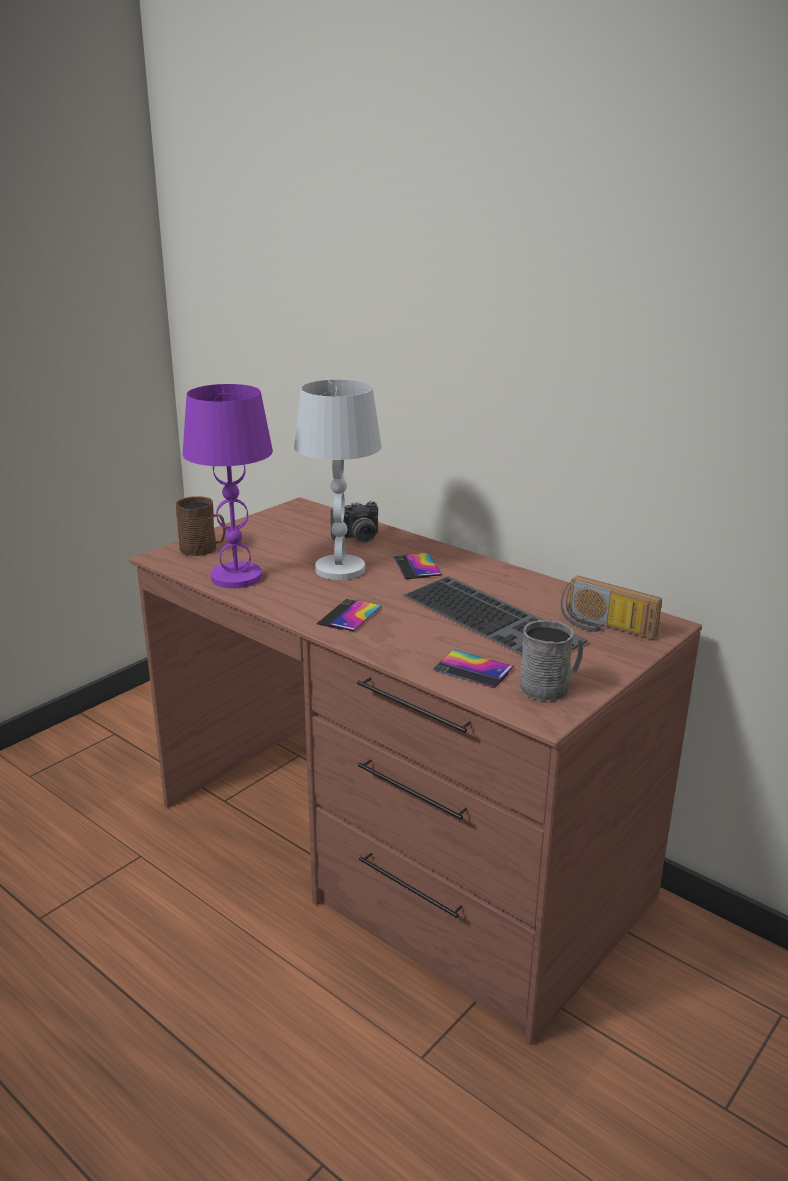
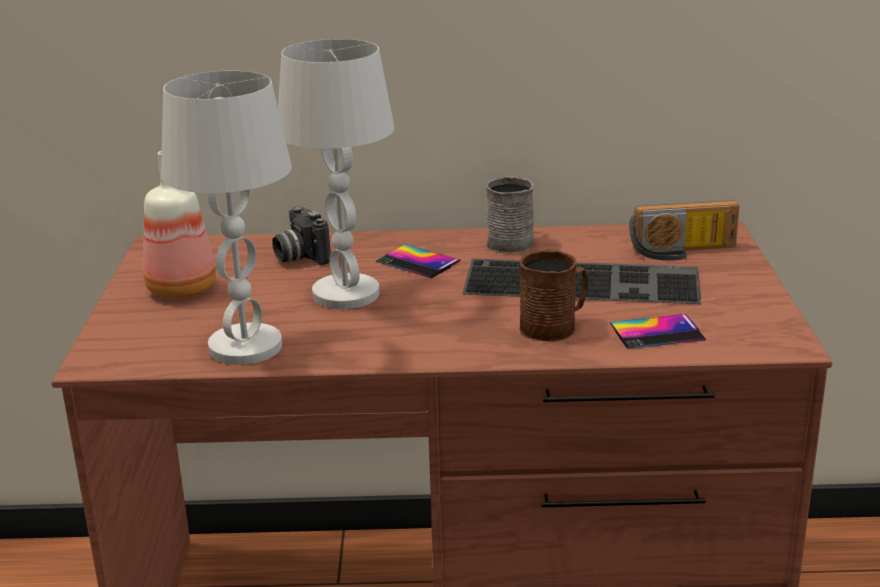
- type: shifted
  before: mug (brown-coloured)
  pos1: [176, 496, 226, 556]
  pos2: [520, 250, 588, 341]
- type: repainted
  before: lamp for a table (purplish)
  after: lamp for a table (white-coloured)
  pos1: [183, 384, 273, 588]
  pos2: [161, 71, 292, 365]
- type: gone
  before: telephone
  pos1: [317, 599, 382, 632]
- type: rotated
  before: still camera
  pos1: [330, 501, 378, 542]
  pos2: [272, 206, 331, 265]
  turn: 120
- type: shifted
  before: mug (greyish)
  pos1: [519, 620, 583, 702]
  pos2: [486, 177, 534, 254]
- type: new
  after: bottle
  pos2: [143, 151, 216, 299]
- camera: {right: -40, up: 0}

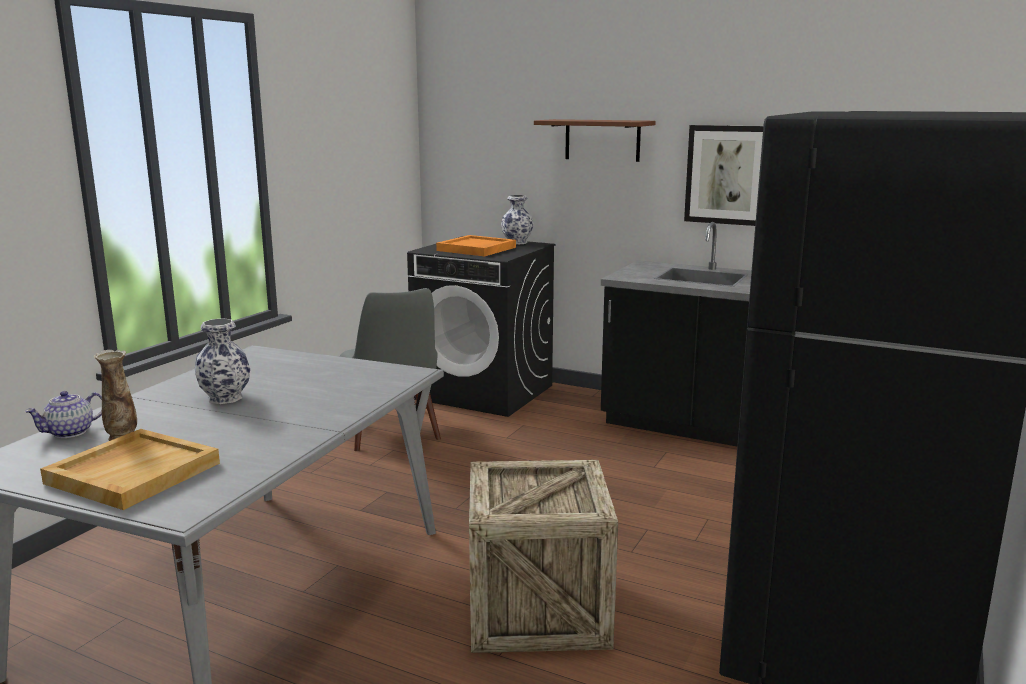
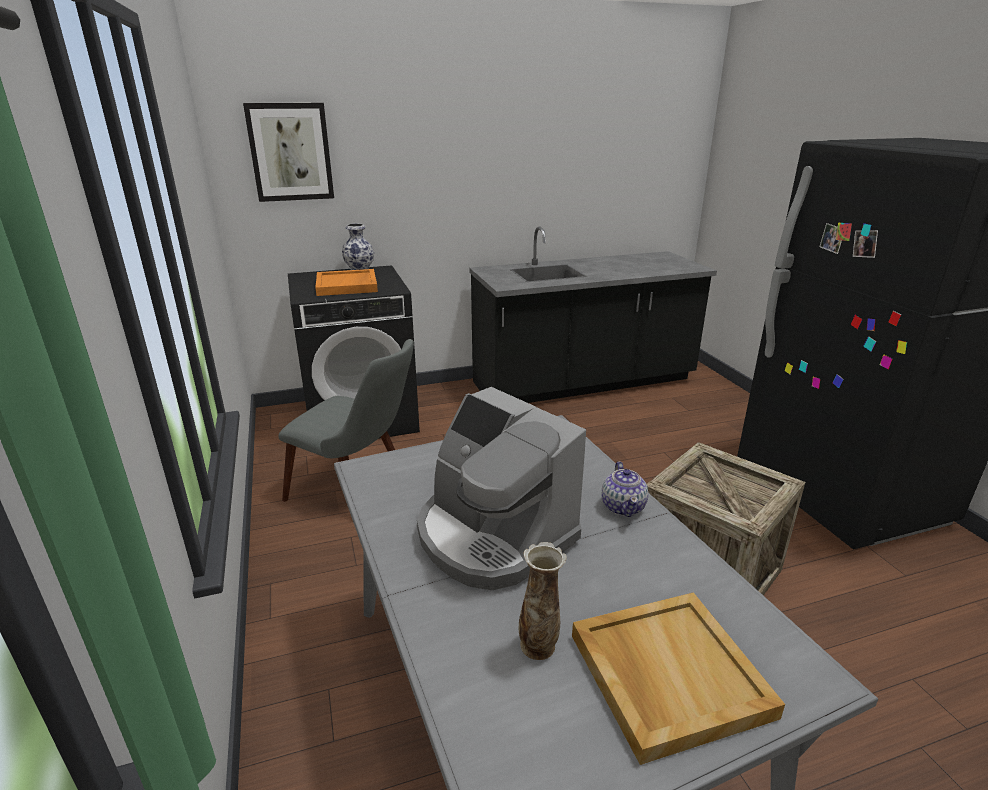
- type: shifted
  before: teapot
  pos1: [24, 391, 102, 438]
  pos2: [602, 461, 648, 517]
- type: swapped
  before: flower vase
  after: coffee maker
  pos1: [195, 318, 250, 404]
  pos2: [417, 387, 586, 590]
- type: gone
  before: shelf (brown-coloured)
  pos1: [534, 119, 656, 162]
- type: shifted
  before: picture
  pos1: [684, 125, 763, 226]
  pos2: [243, 103, 334, 202]
- camera: {right: -45, up: 10}

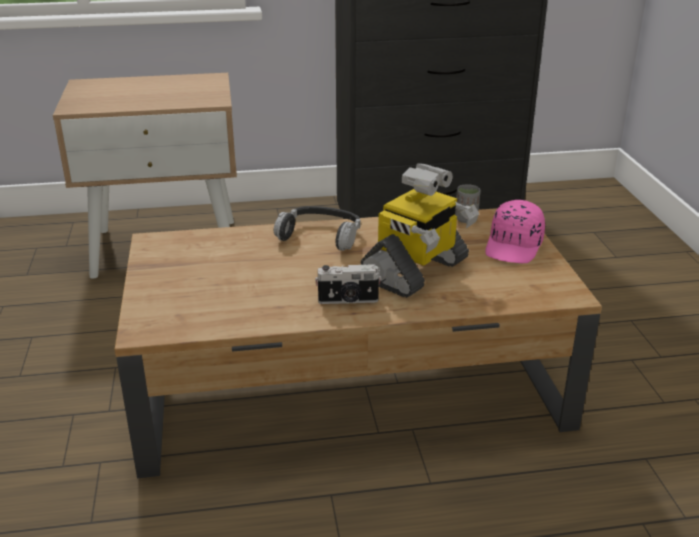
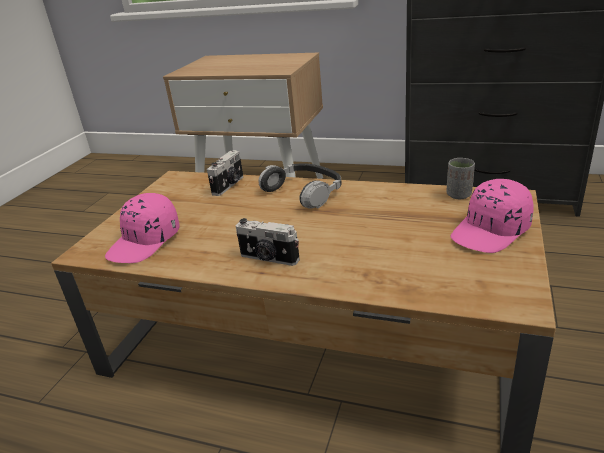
- type: gone
  before: toy robot
  pos1: [360, 163, 479, 298]
- type: new
  after: baseball cap (pink-coloured)
  pos2: [105, 193, 180, 263]
- type: new
  after: still camera
  pos2: [207, 150, 243, 196]
- camera: {right: 30, up: 0}

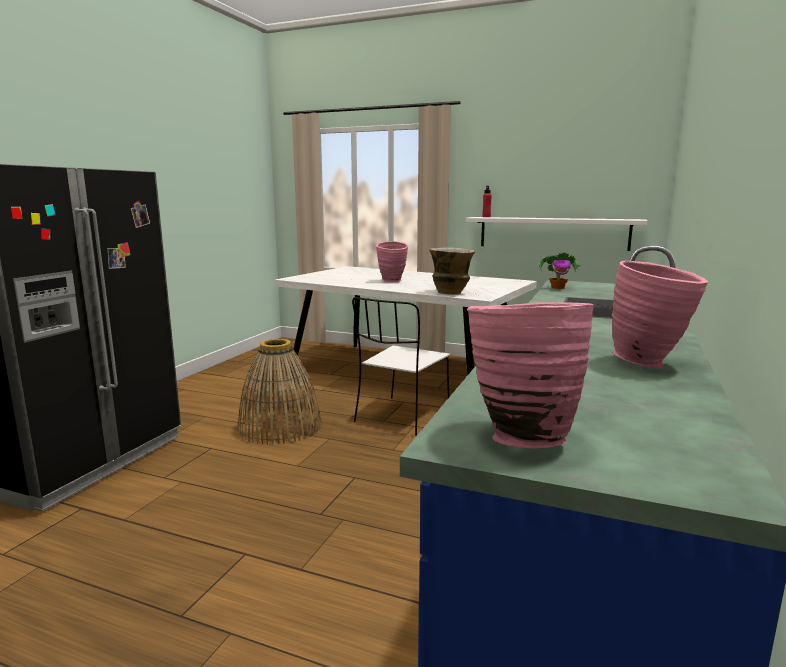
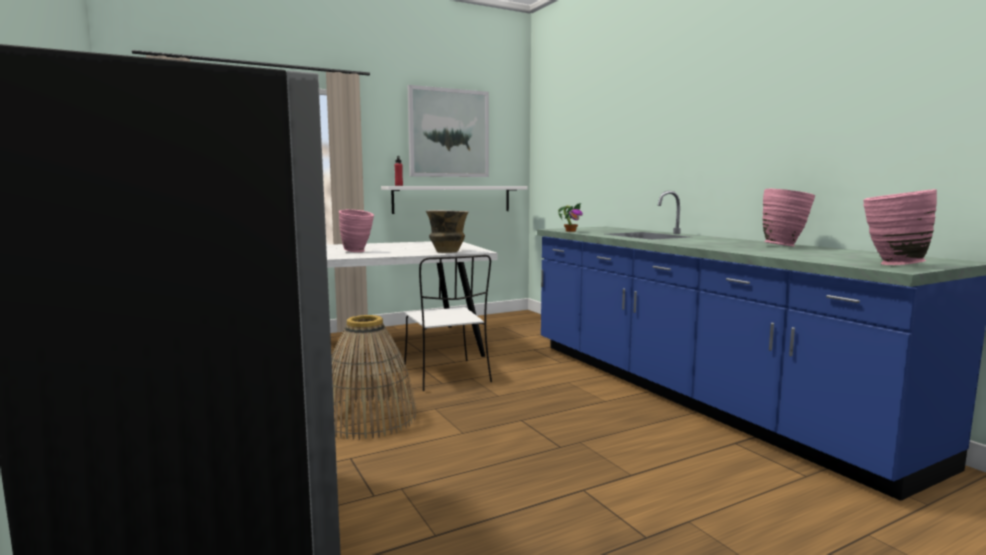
- type: new
  after: picture
  pos2: [408, 85, 489, 177]
- camera: {right: -50, up: -5}

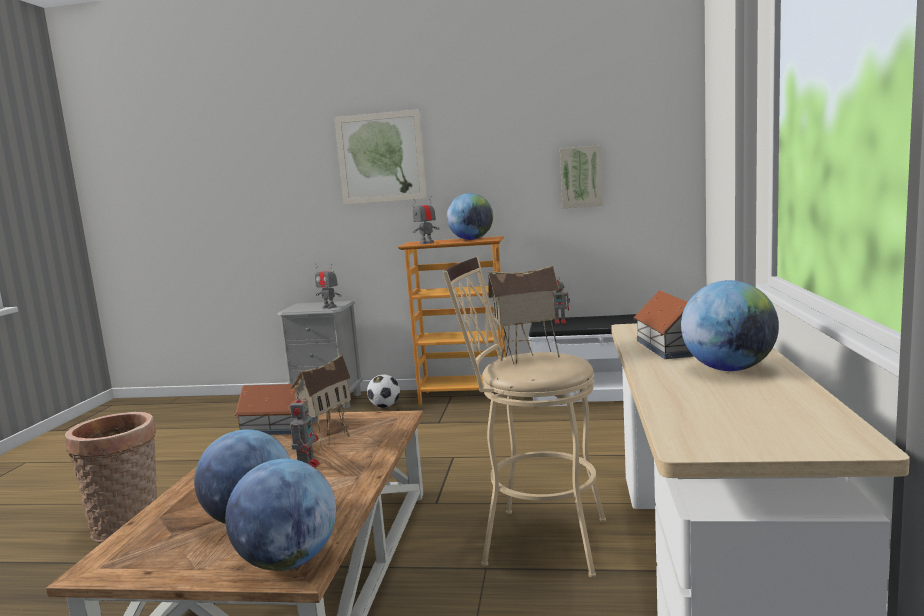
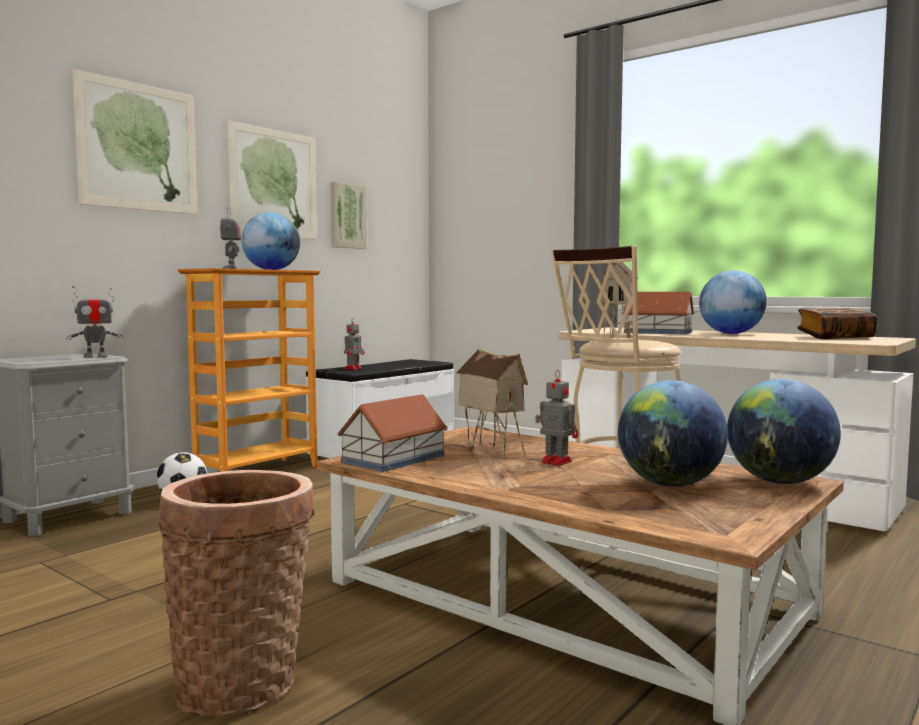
- type: new
  after: picture
  pos2: [227, 120, 317, 239]
- type: new
  after: bound book
  pos2: [797, 308, 877, 339]
- camera: {right: -60, up: -5}

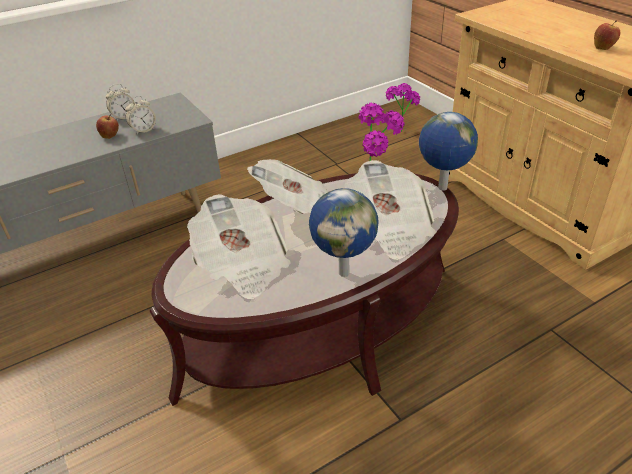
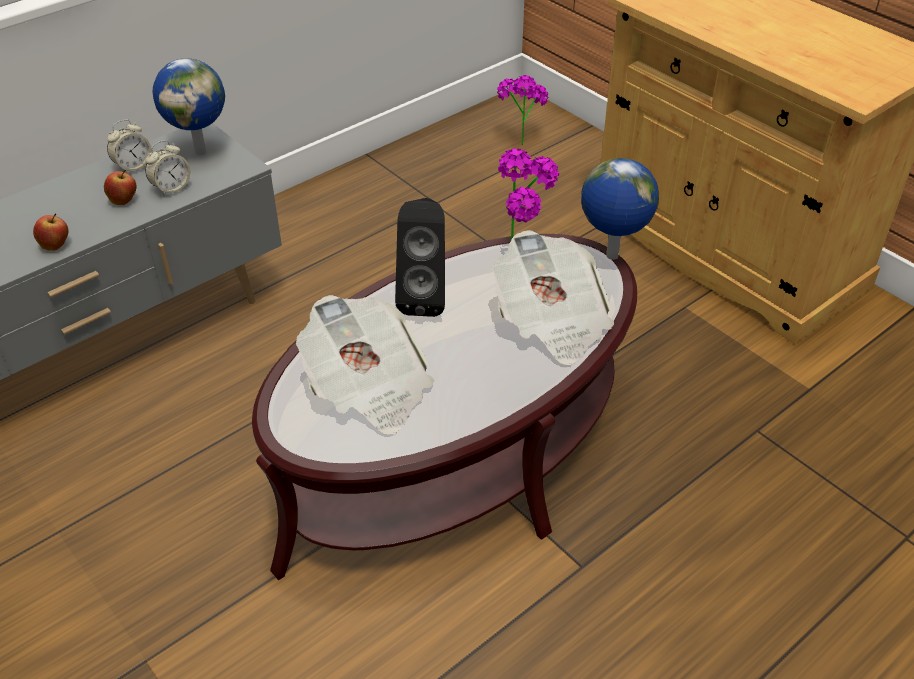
- type: swapped
  before: daily paper
  after: audio speaker (black)
  pos1: [247, 159, 328, 214]
  pos2: [395, 198, 445, 317]
- type: shifted
  before: globe
  pos1: [309, 188, 378, 277]
  pos2: [153, 58, 225, 156]
- type: shifted
  before: apple
  pos1: [594, 20, 620, 50]
  pos2: [33, 214, 68, 251]
- camera: {right: -10, up: 5}

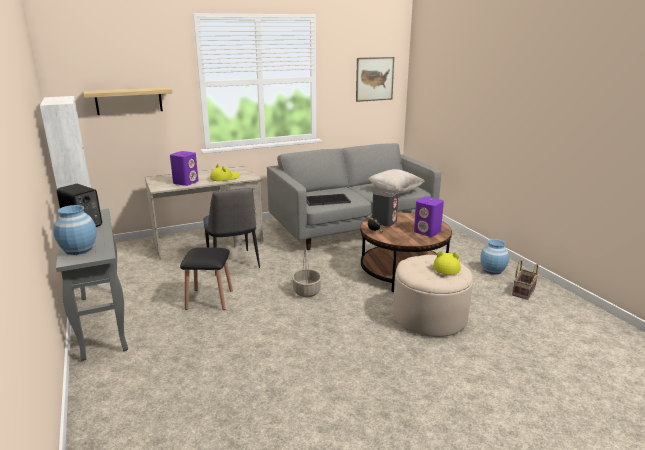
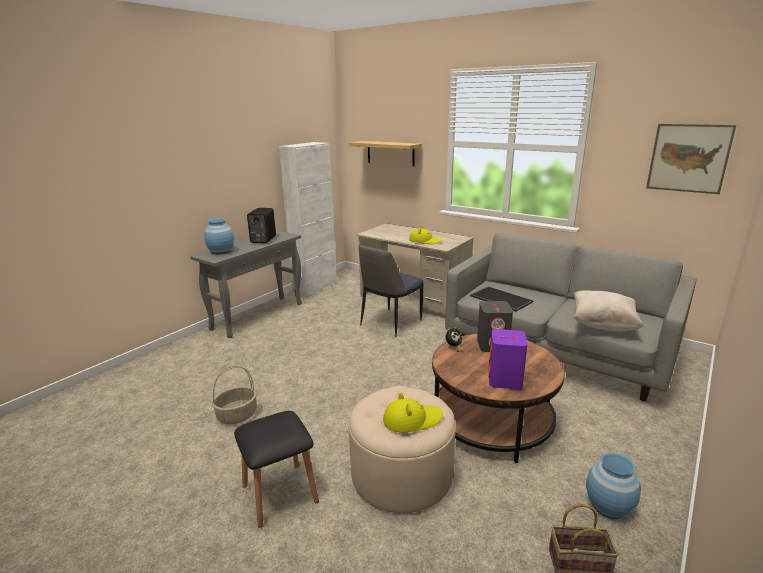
- type: gone
  before: audio speaker (purplish)
  pos1: [170, 151, 198, 186]
- type: shifted
  before: stool seat (black)
  pos1: [180, 247, 233, 310]
  pos2: [234, 411, 319, 528]
- type: shifted
  before: basket
  pos1: [292, 250, 322, 297]
  pos2: [212, 366, 257, 424]
- camera: {right: 60, up: 0}

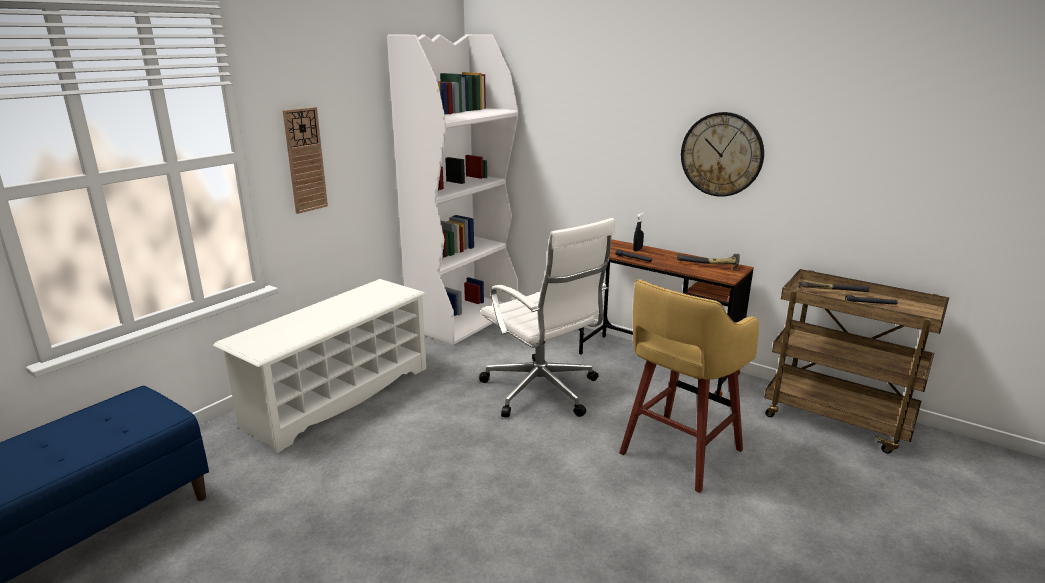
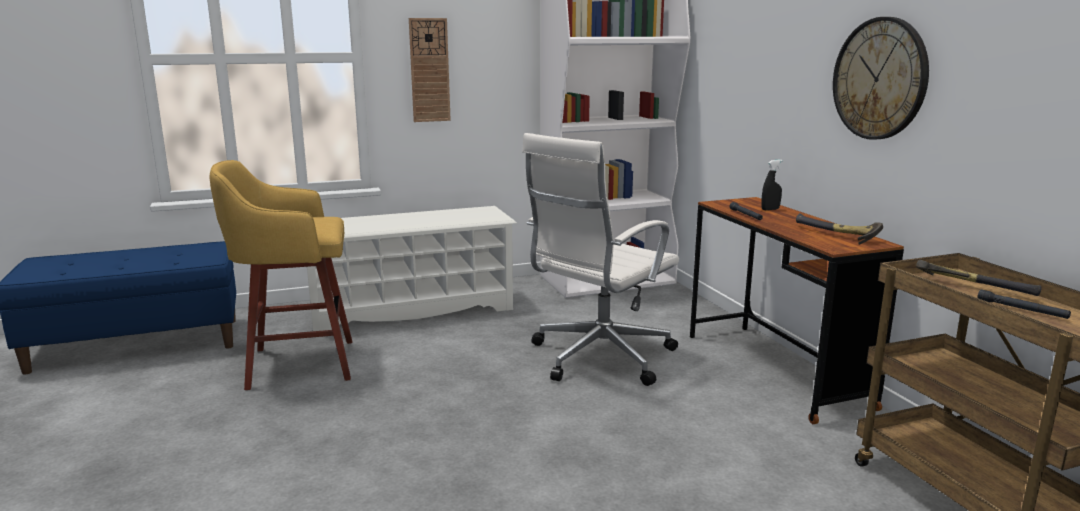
- type: rotated
  before: computer chair (white-coloured)
  pos1: [479, 218, 615, 418]
  pos2: [522, 133, 679, 386]
  turn: 45
- type: shifted
  before: stool seat (yellow)
  pos1: [619, 279, 759, 493]
  pos2: [210, 160, 352, 390]
- camera: {right: 35, up: -5}

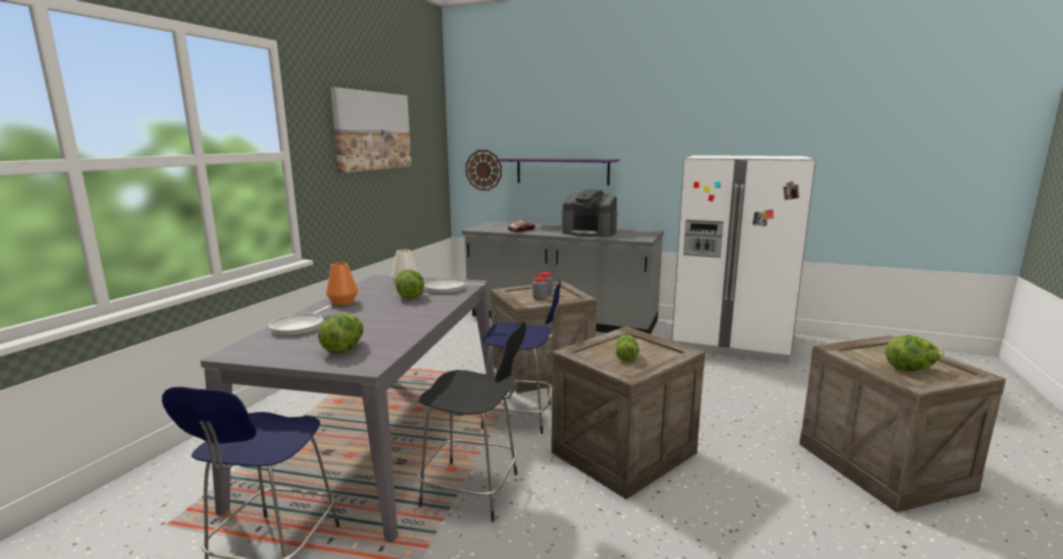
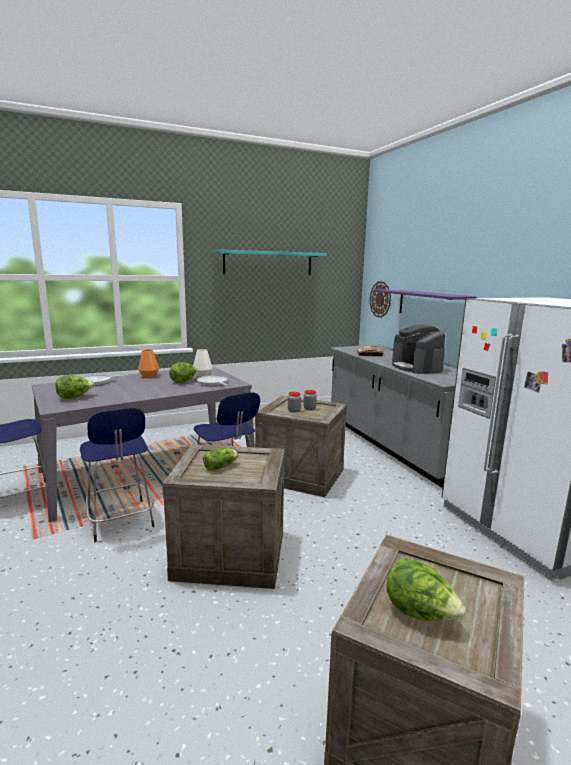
- type: swapped
  before: picture
  after: shelf (blue-green)
  pos1: [330, 87, 412, 173]
  pos2: [214, 250, 327, 275]
- type: repainted
  before: stool seat (black)
  after: stool seat (bluish)
  pos1: [418, 322, 526, 522]
  pos2: [80, 408, 155, 542]
- camera: {right: 45, up: 0}

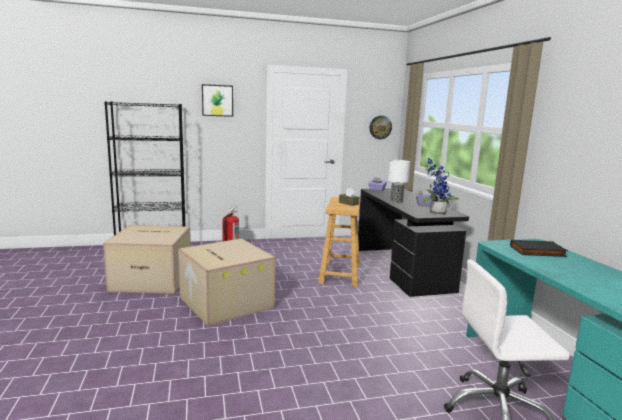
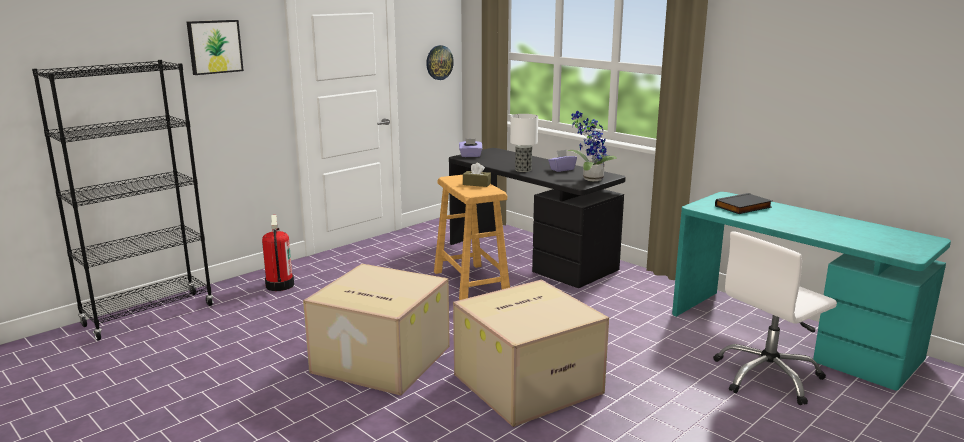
- type: shifted
  before: packing box
  pos1: [103, 225, 191, 294]
  pos2: [453, 280, 609, 427]
- camera: {right: -30, up: 5}

